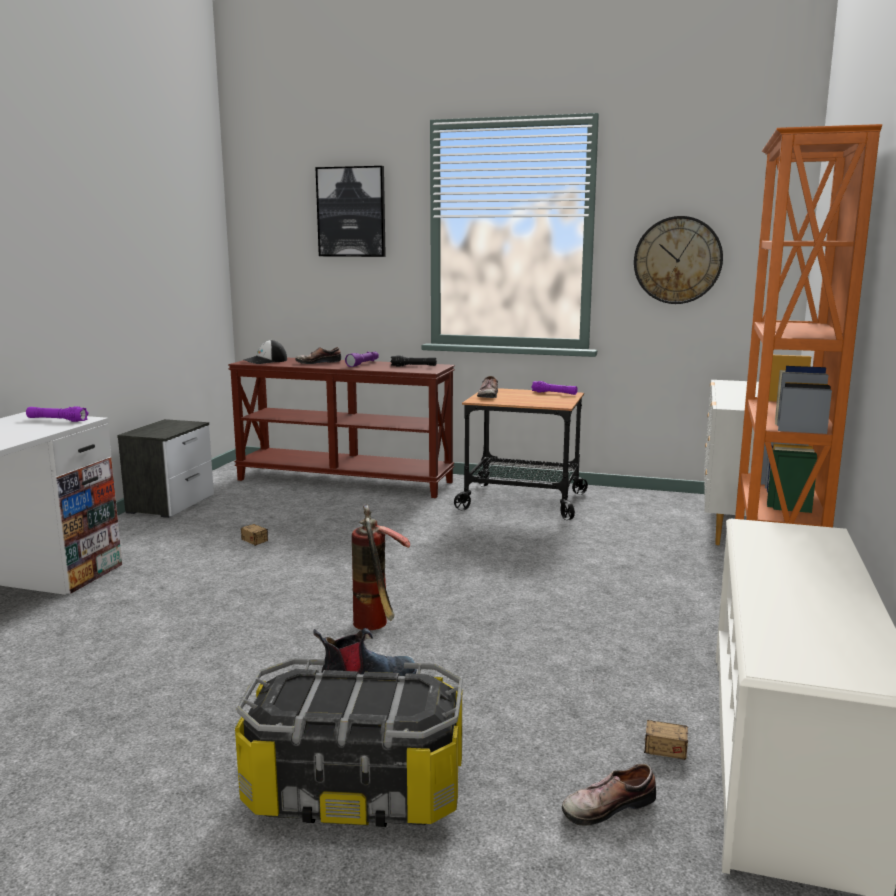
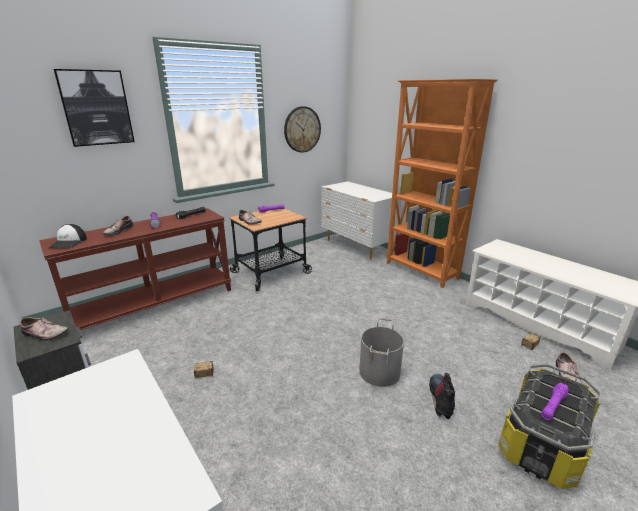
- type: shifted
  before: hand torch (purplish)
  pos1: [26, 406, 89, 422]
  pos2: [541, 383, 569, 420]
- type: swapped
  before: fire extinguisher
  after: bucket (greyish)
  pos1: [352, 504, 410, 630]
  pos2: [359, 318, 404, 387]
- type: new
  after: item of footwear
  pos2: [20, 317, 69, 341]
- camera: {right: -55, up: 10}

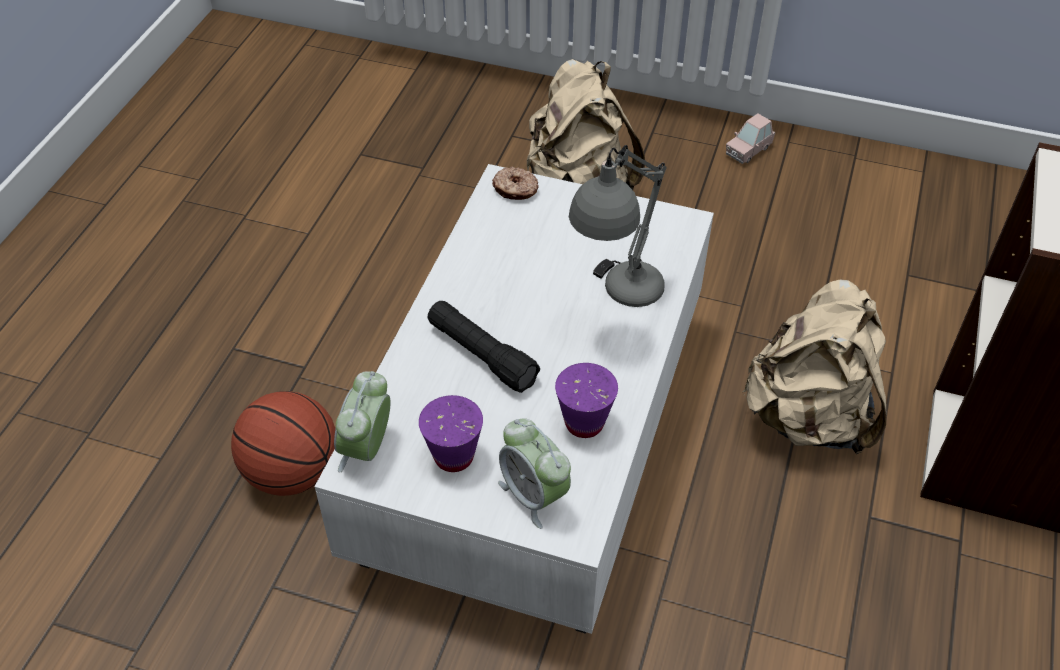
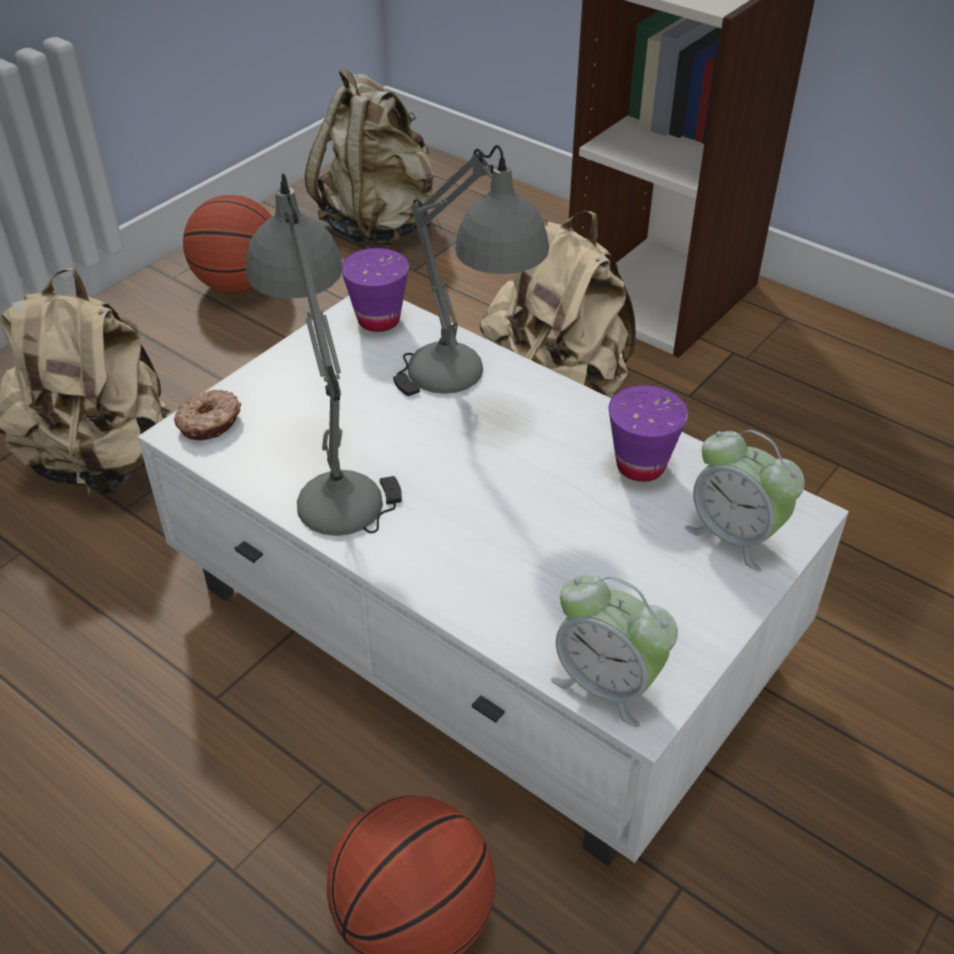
- type: shifted
  before: drinking cup (purplish)
  pos1: [419, 395, 483, 472]
  pos2: [342, 248, 409, 332]
- type: gone
  before: hand torch (black)
  pos1: [428, 301, 540, 393]
- type: rotated
  before: alarm clock
  pos1: [498, 418, 571, 529]
  pos2: [685, 430, 805, 571]
  turn: 60
- type: gone
  before: miniature car (pink-coloured)
  pos1: [726, 113, 776, 164]
- type: new
  after: ball for basketball
  pos2: [183, 195, 272, 294]
- type: new
  after: lamp for a table (greyish)
  pos2: [246, 173, 402, 536]
- type: new
  after: backpack (beige-coloured)
  pos2: [305, 67, 435, 245]
- camera: {right: -70, up: -5}

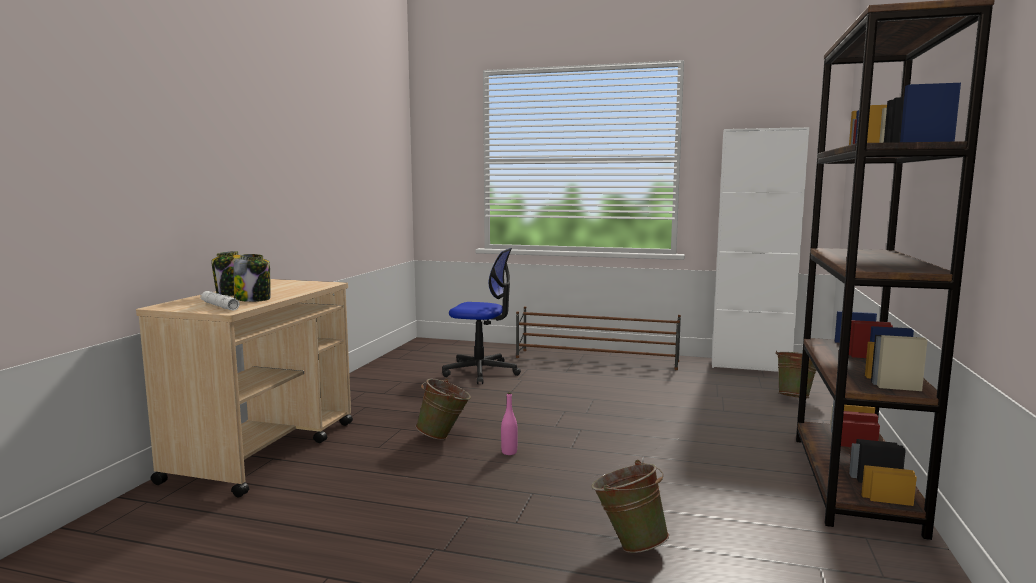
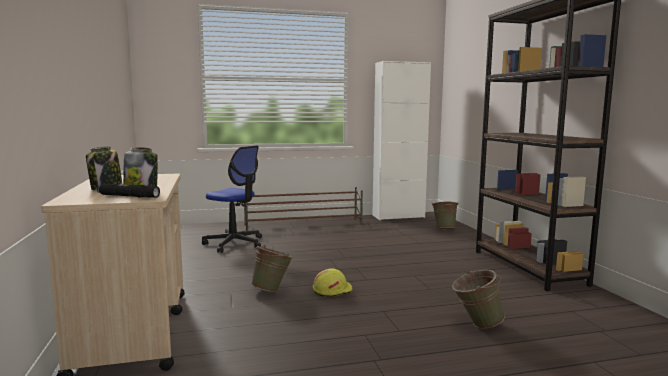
- type: repainted
  before: hand torch (white-coloured)
  after: hand torch (black)
  pos1: [200, 291, 240, 311]
  pos2: [97, 184, 160, 198]
- type: rotated
  before: computer chair
  pos1: [442, 248, 521, 384]
  pos2: [202, 146, 262, 253]
  turn: 45
- type: swapped
  before: bottle (pink-coloured)
  after: hard hat (yellow)
  pos1: [501, 392, 518, 455]
  pos2: [313, 269, 353, 297]
- camera: {right: -30, up: 0}

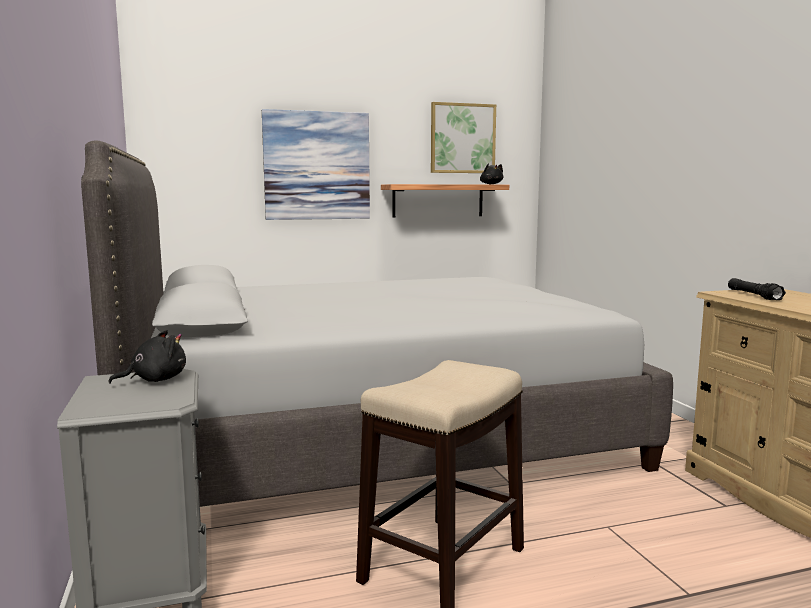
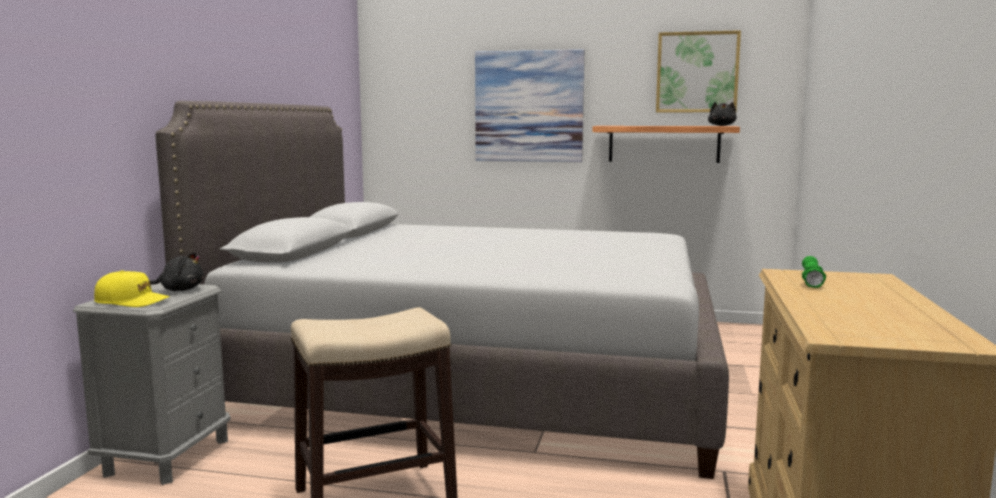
- type: repainted
  before: hand torch (black)
  after: hand torch (greenish)
  pos1: [728, 278, 786, 300]
  pos2: [802, 256, 826, 288]
- type: new
  after: baseball cap (yellow)
  pos2: [94, 270, 170, 307]
- camera: {right: 30, up: 0}

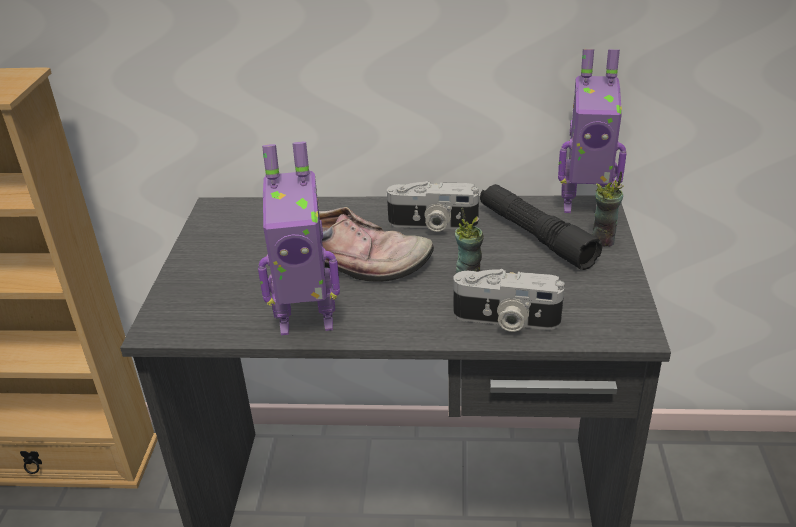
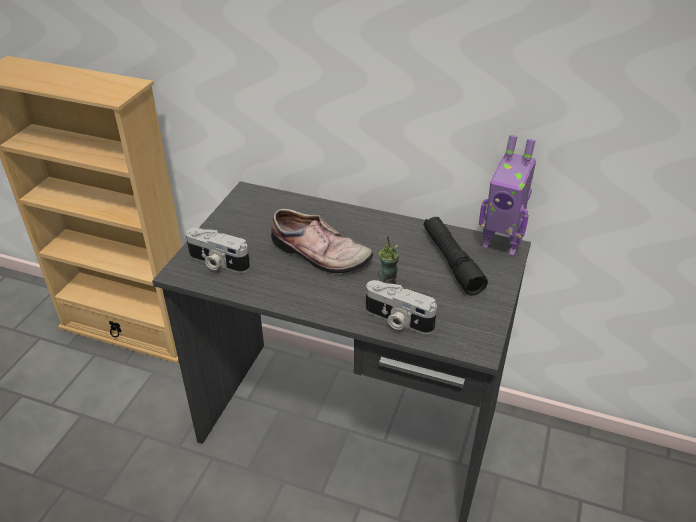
- type: gone
  before: toy robot
  pos1: [258, 142, 340, 335]
- type: shifted
  before: still camera
  pos1: [387, 181, 479, 232]
  pos2: [186, 228, 250, 273]
- type: gone
  before: drinking cup
  pos1: [592, 172, 623, 247]
- camera: {right: 15, up: 5}

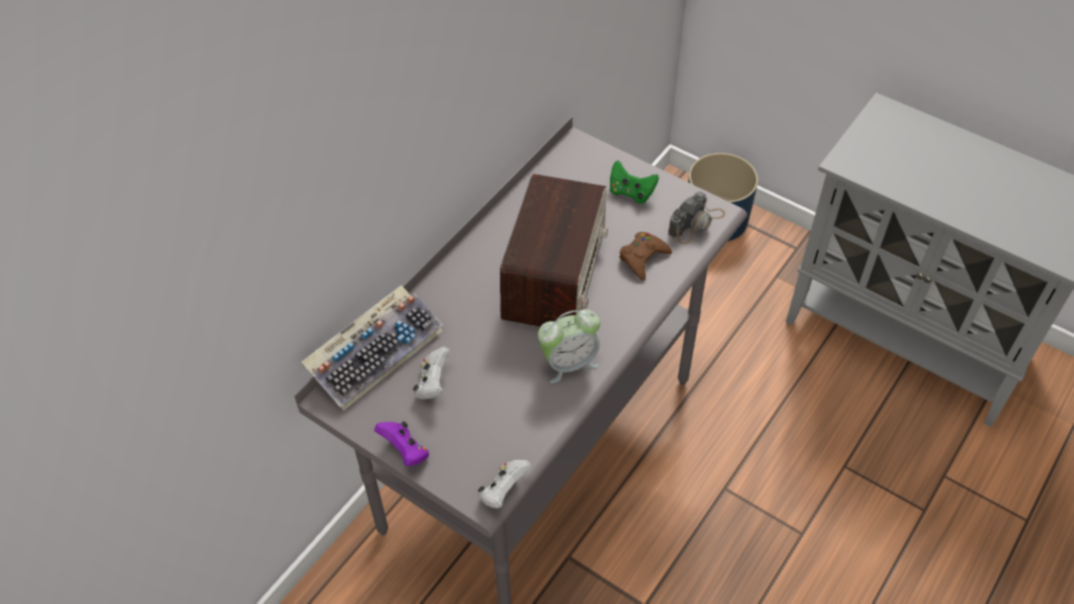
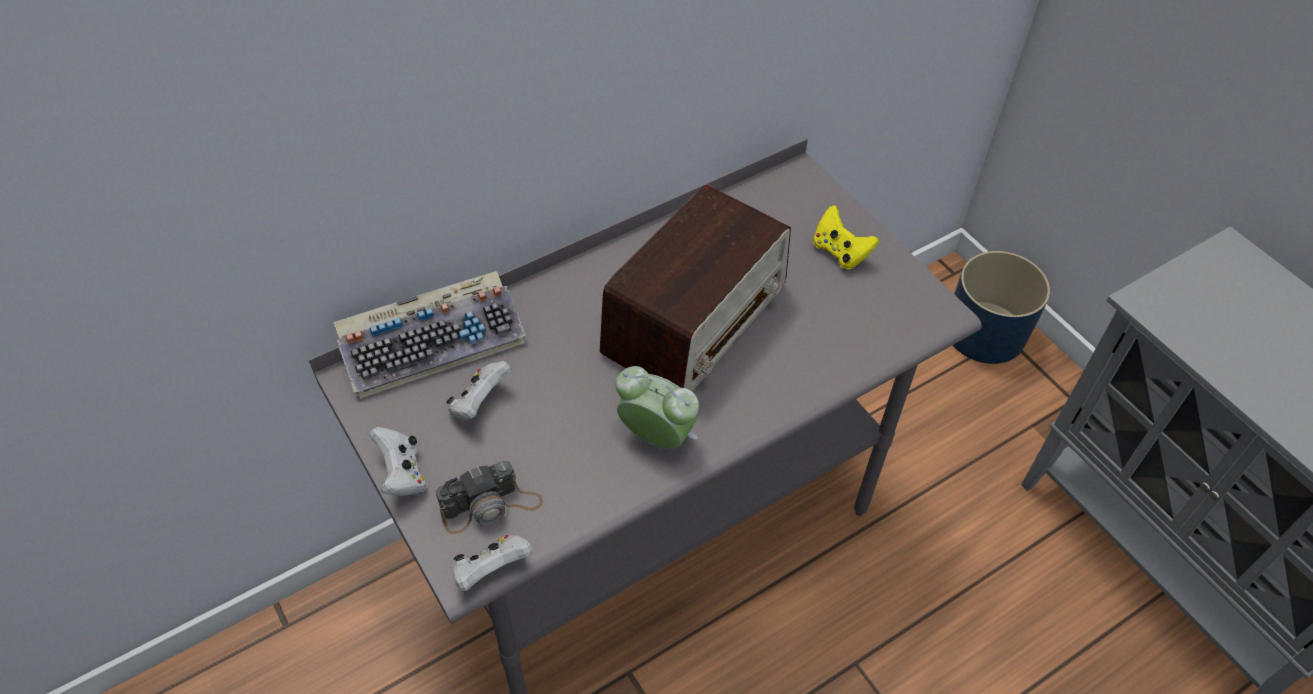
- type: repainted
  before: gamepad (purplish)
  after: gamepad (white-coloured)
  pos1: [374, 421, 429, 466]
  pos2: [369, 427, 426, 496]
- type: rotated
  before: alarm clock
  pos1: [538, 309, 600, 383]
  pos2: [615, 366, 699, 449]
  turn: -150
- type: repainted
  before: gamepad (greenish)
  after: gamepad (yellow)
  pos1: [610, 160, 659, 204]
  pos2: [813, 205, 879, 270]
- type: gone
  before: gamepad (brown-coloured)
  pos1: [619, 232, 672, 281]
- type: shifted
  before: still camera
  pos1: [668, 192, 725, 244]
  pos2: [435, 461, 543, 534]
- camera: {right: 20, up: 0}

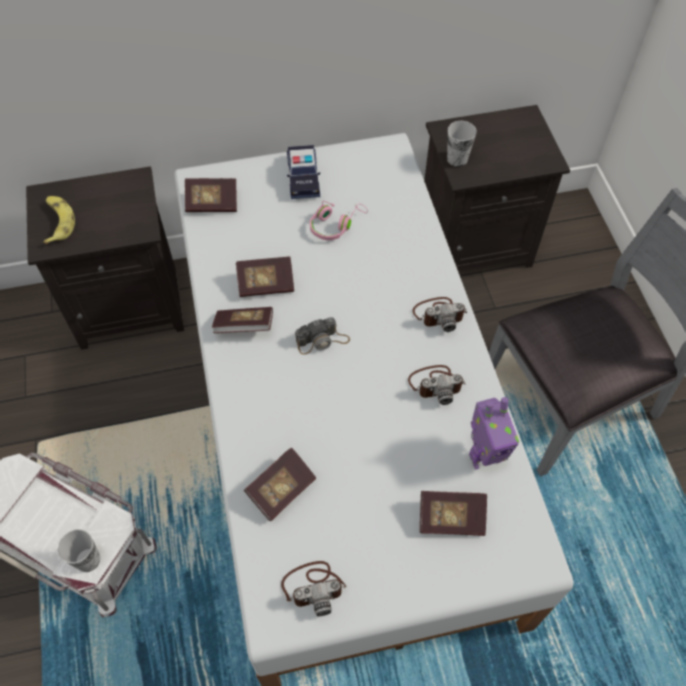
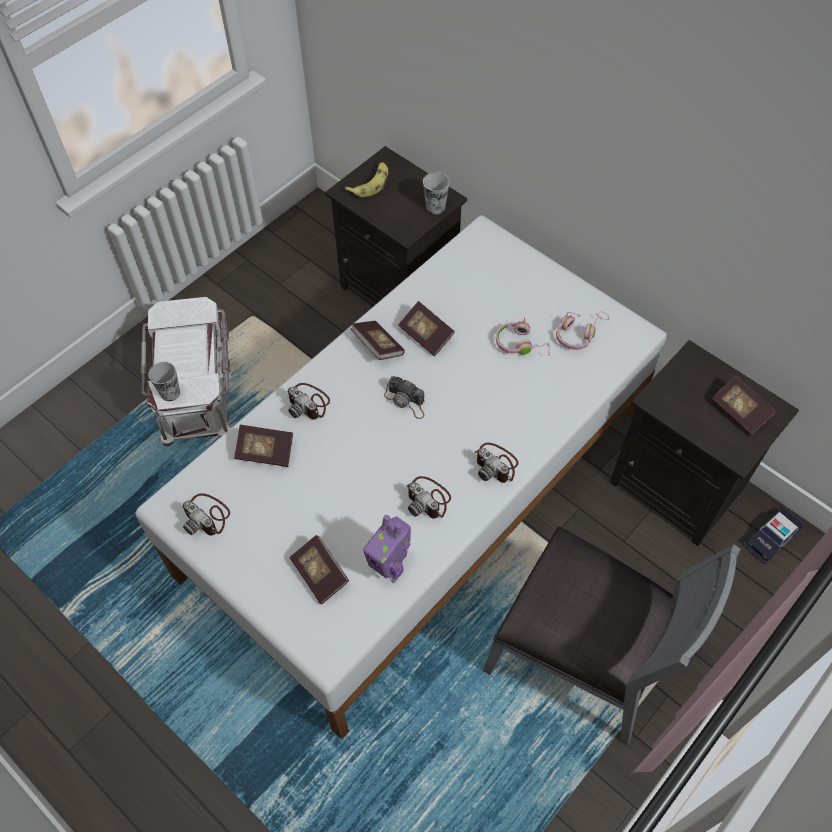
- type: shifted
  before: bound book
  pos1: [185, 178, 237, 212]
  pos2: [711, 375, 776, 436]
- type: shifted
  before: miniature car
  pos1: [287, 145, 320, 199]
  pos2: [744, 507, 804, 564]
- type: shifted
  before: drinking cup
  pos1: [447, 121, 477, 167]
  pos2: [423, 172, 450, 215]
- type: new
  after: still camera
  pos2: [287, 383, 330, 420]
- type: new
  after: pair of headphones (pink-coloured)
  pos2: [556, 311, 609, 350]
- camera: {right: 55, up: 0}

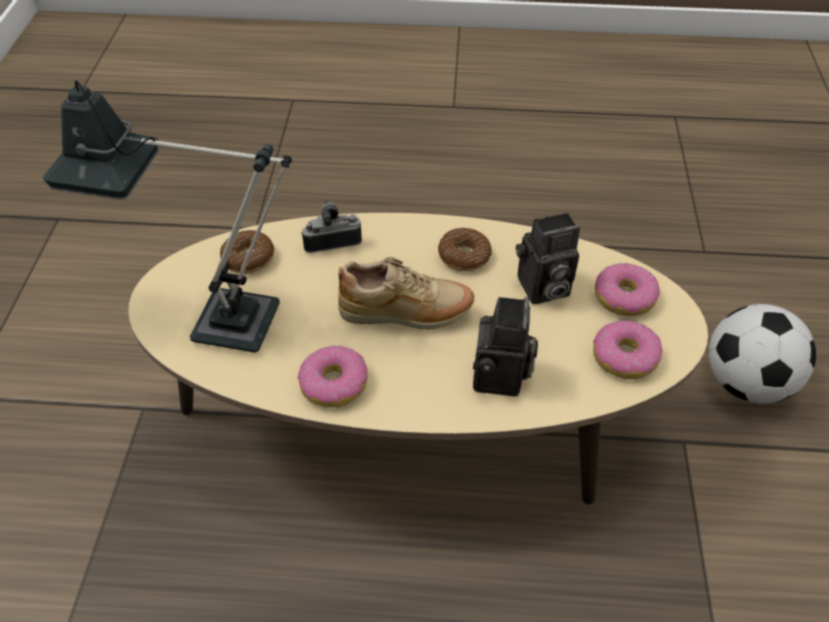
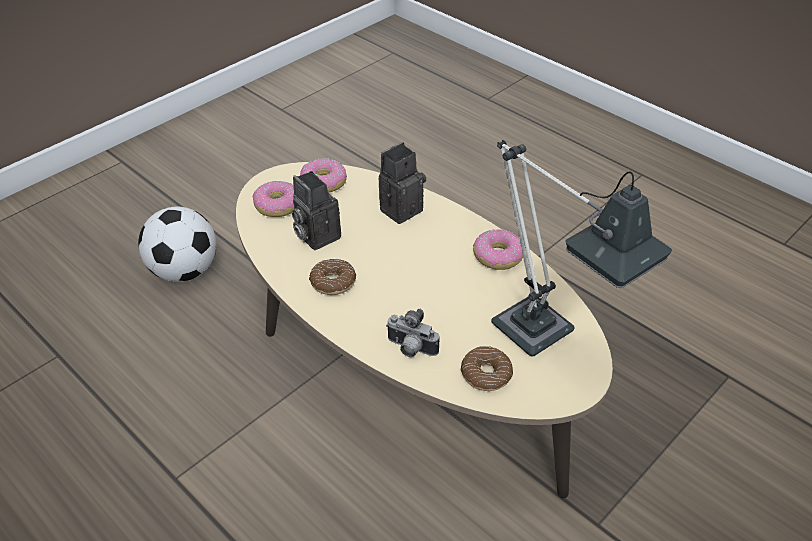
- type: gone
  before: item of footwear (beige-coloured)
  pos1: [338, 257, 475, 329]
- type: rotated
  before: still camera
  pos1: [516, 212, 580, 304]
  pos2: [292, 171, 341, 250]
  turn: -150
- camera: {right: -140, up: -5}

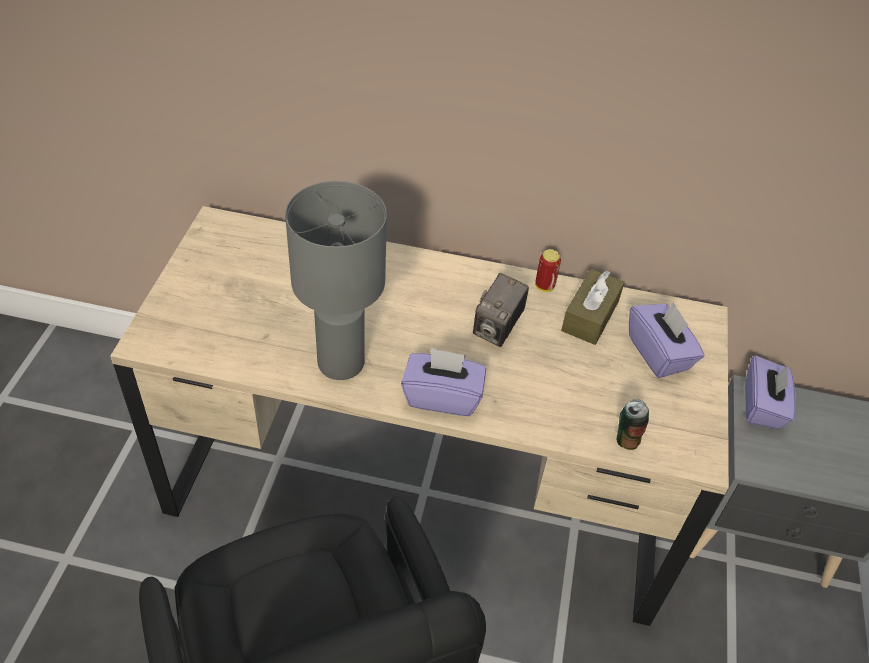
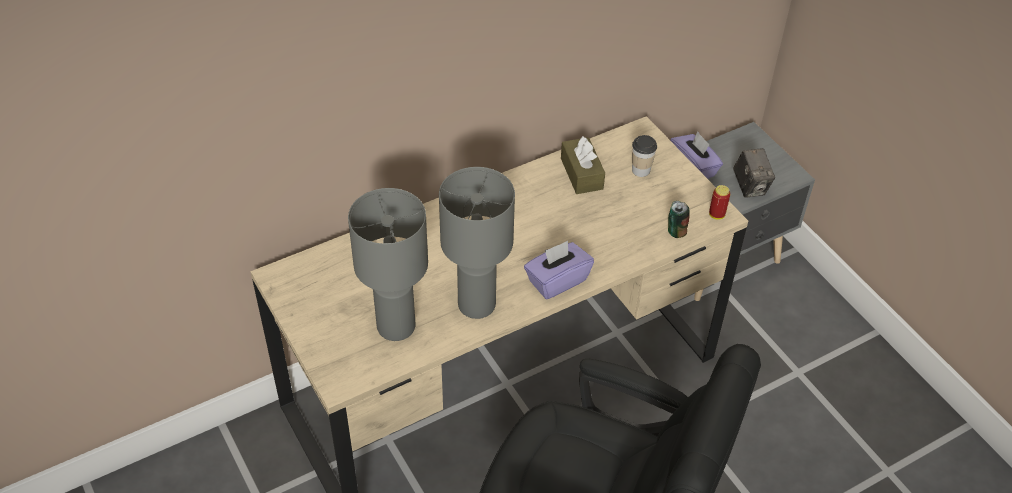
- type: shifted
  before: still camera
  pos1: [473, 273, 529, 347]
  pos2: [733, 148, 775, 198]
- type: shifted
  before: sealed can
  pos1: [535, 249, 561, 292]
  pos2: [709, 185, 730, 220]
- type: swapped
  before: tissue box (purplish)
  after: drinking cup
  pos1: [629, 302, 705, 378]
  pos2: [632, 135, 657, 177]
- type: new
  after: lamp for a table (greyish)
  pos2: [348, 188, 428, 341]
- camera: {right: -40, up: 0}

